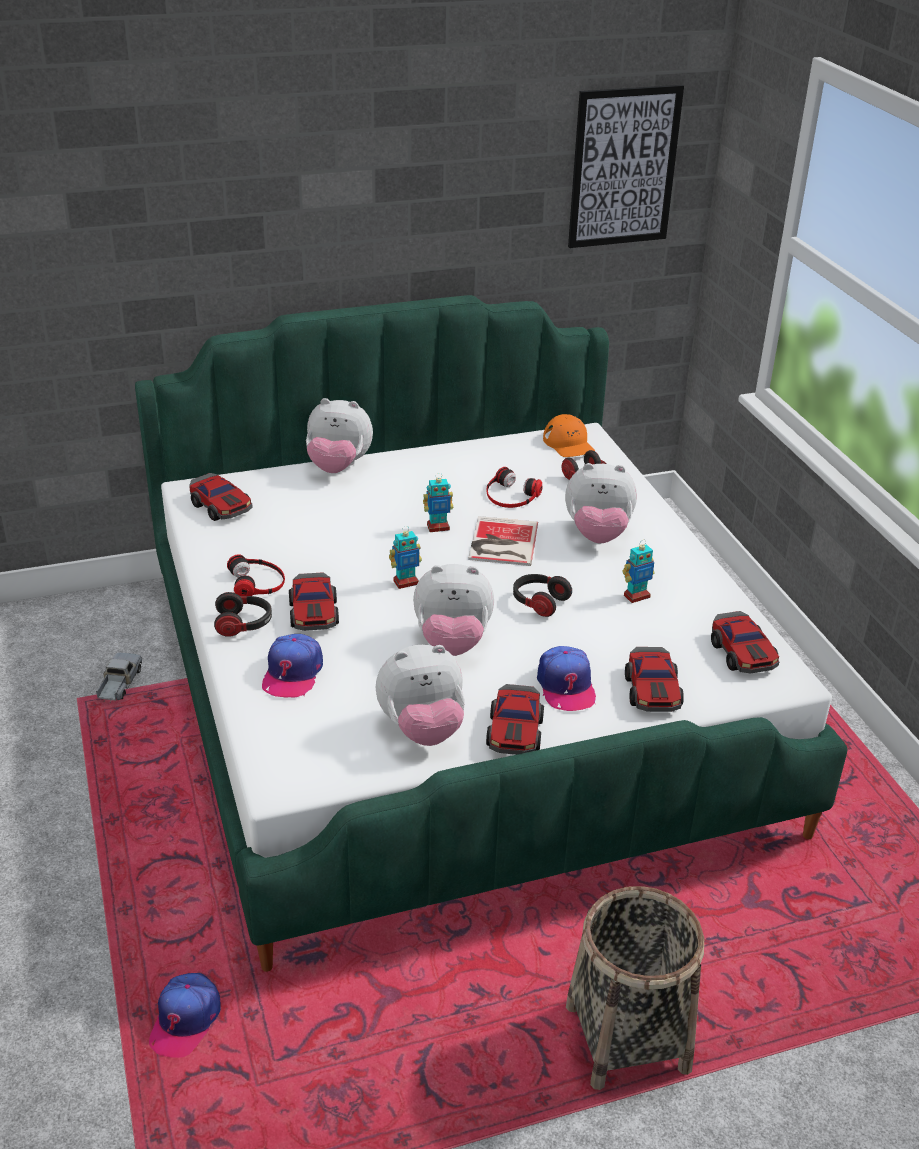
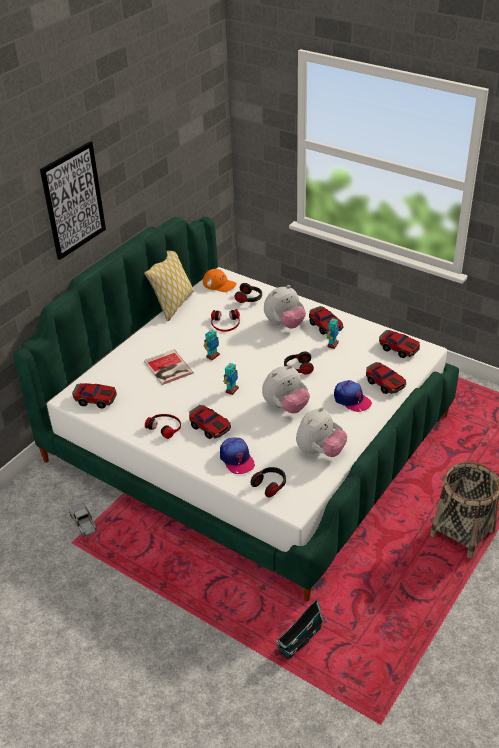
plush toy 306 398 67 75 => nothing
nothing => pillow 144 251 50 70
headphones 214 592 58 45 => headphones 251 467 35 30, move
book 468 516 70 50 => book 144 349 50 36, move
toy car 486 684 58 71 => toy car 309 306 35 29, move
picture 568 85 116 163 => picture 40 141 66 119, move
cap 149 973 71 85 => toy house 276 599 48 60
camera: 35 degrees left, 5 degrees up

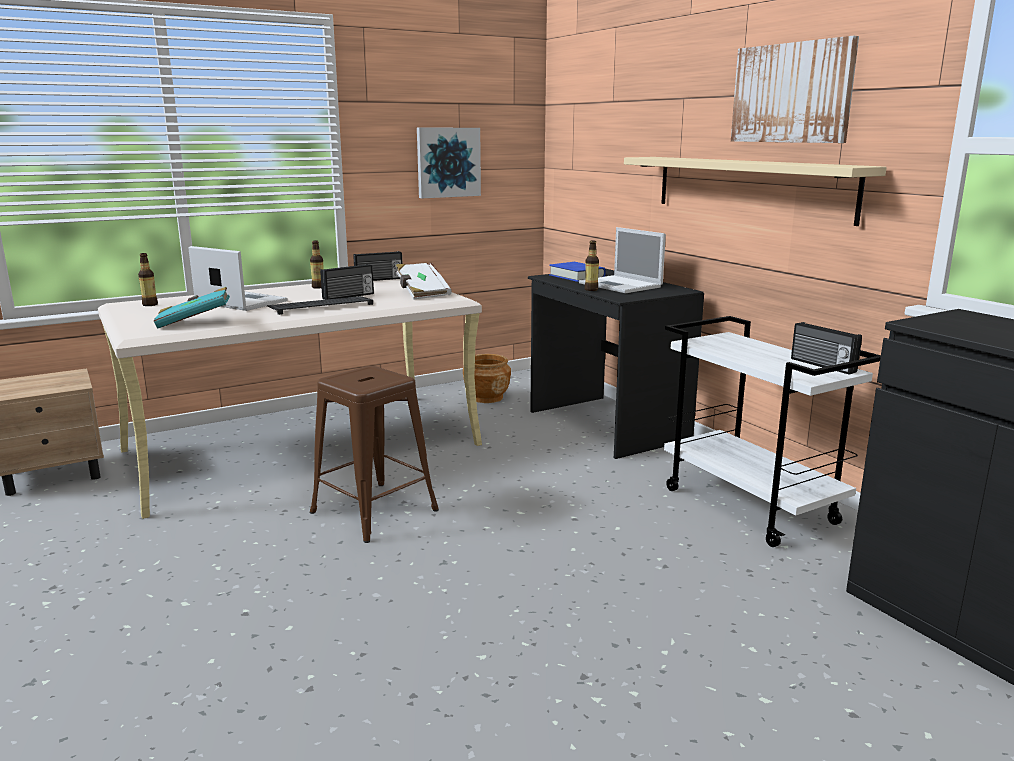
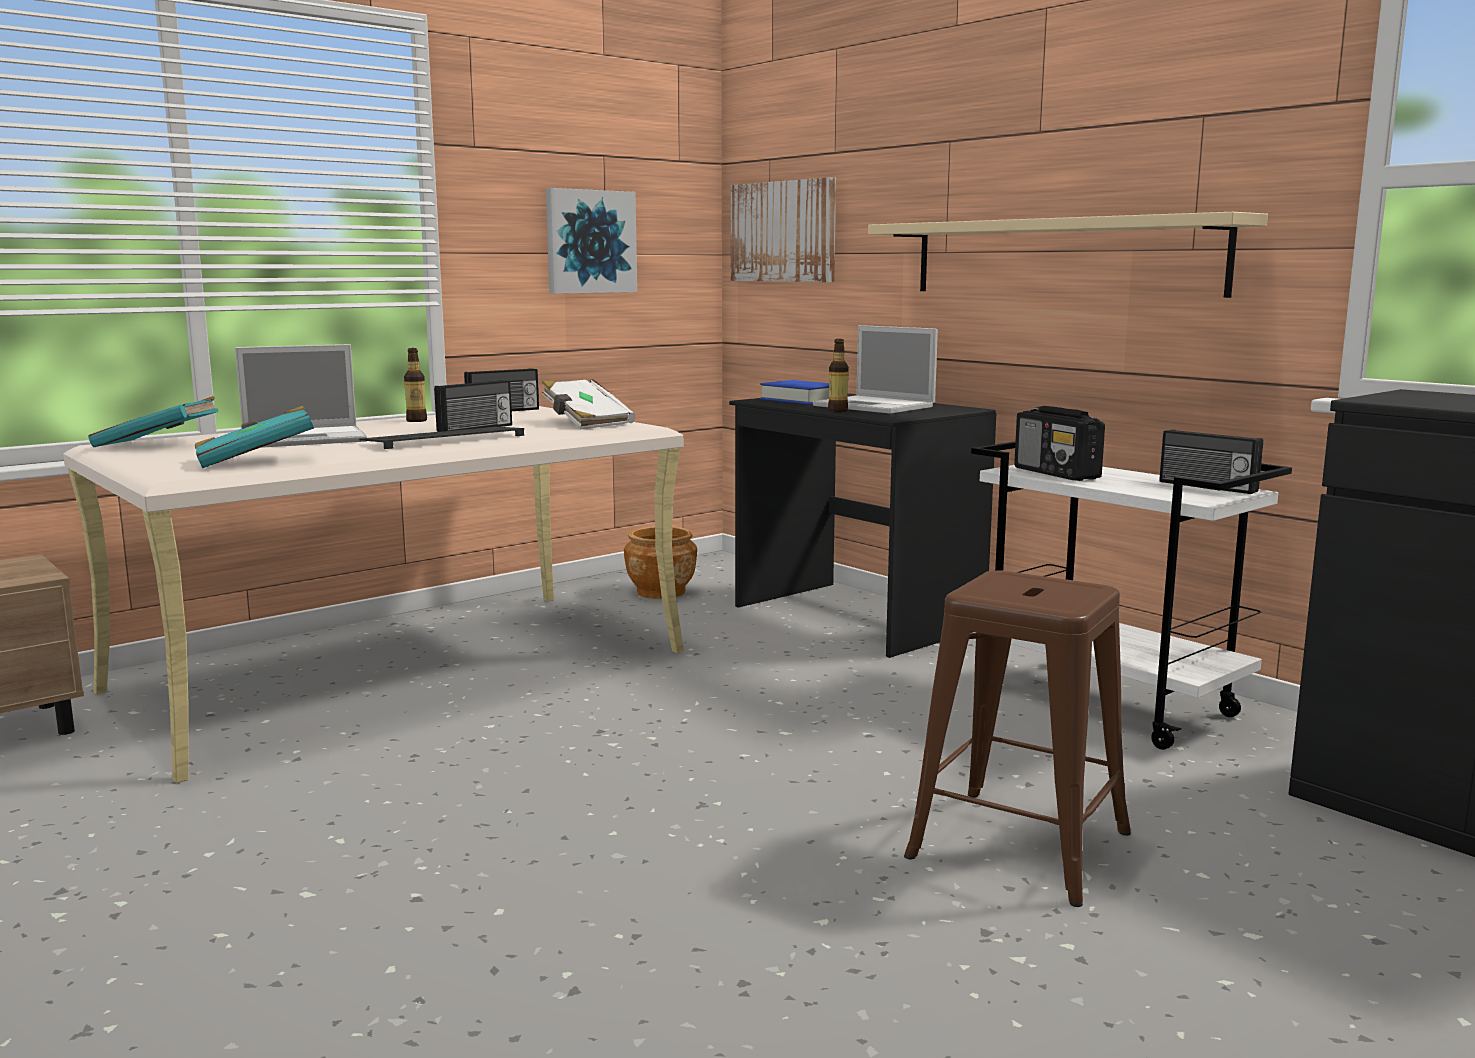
nothing => radio 1014 406 91 75
brown stool 310 366 129 177 => brown stool 904 570 227 337, move
picture 731 36 128 107 => picture 731 177 105 105, move
bottle 138 253 20 53 => turquoise book 88 396 131 51
laptop 188 246 100 65 => laptop 235 344 132 104, 135 degrees clockwise
camera: 10 degrees left, 5 degrees down

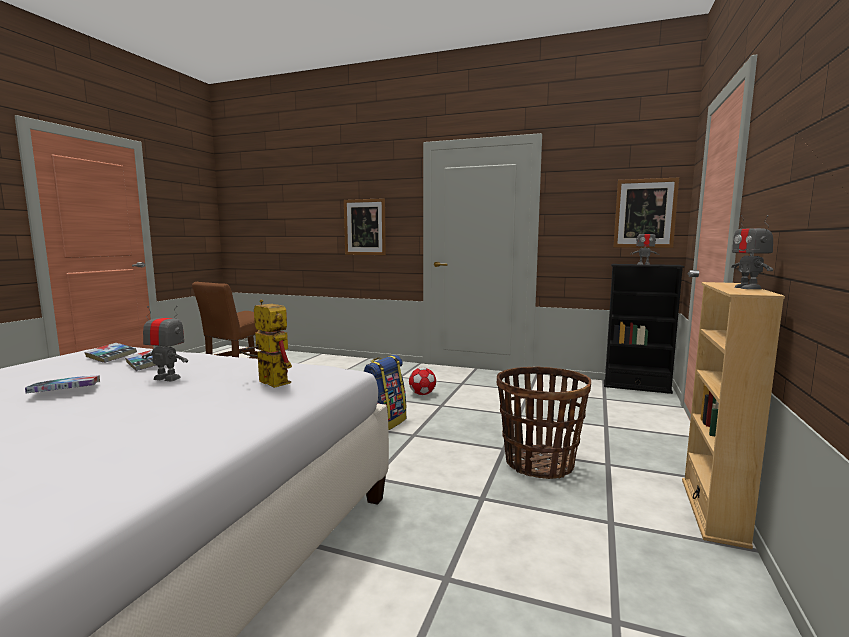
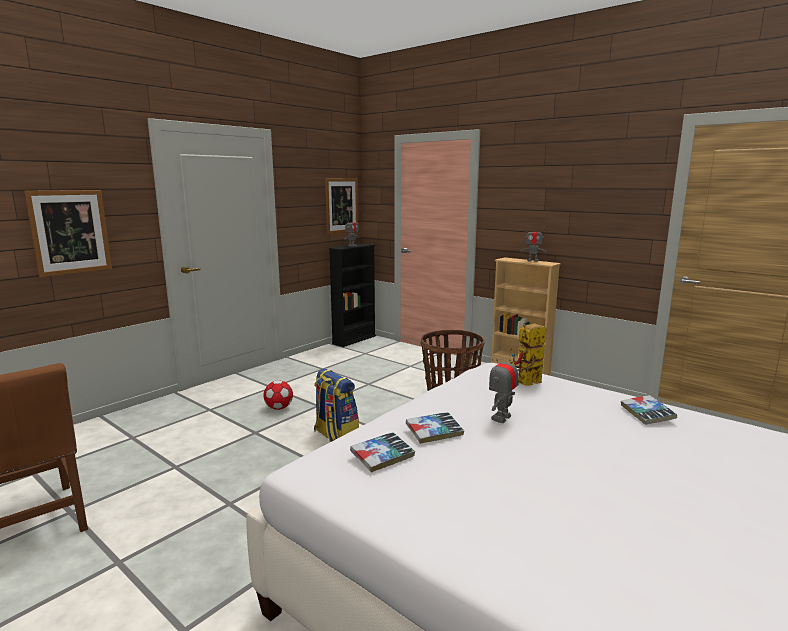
book 25 375 75 18 => book 621 395 56 30, move
camera: 70 degrees left, 5 degrees up

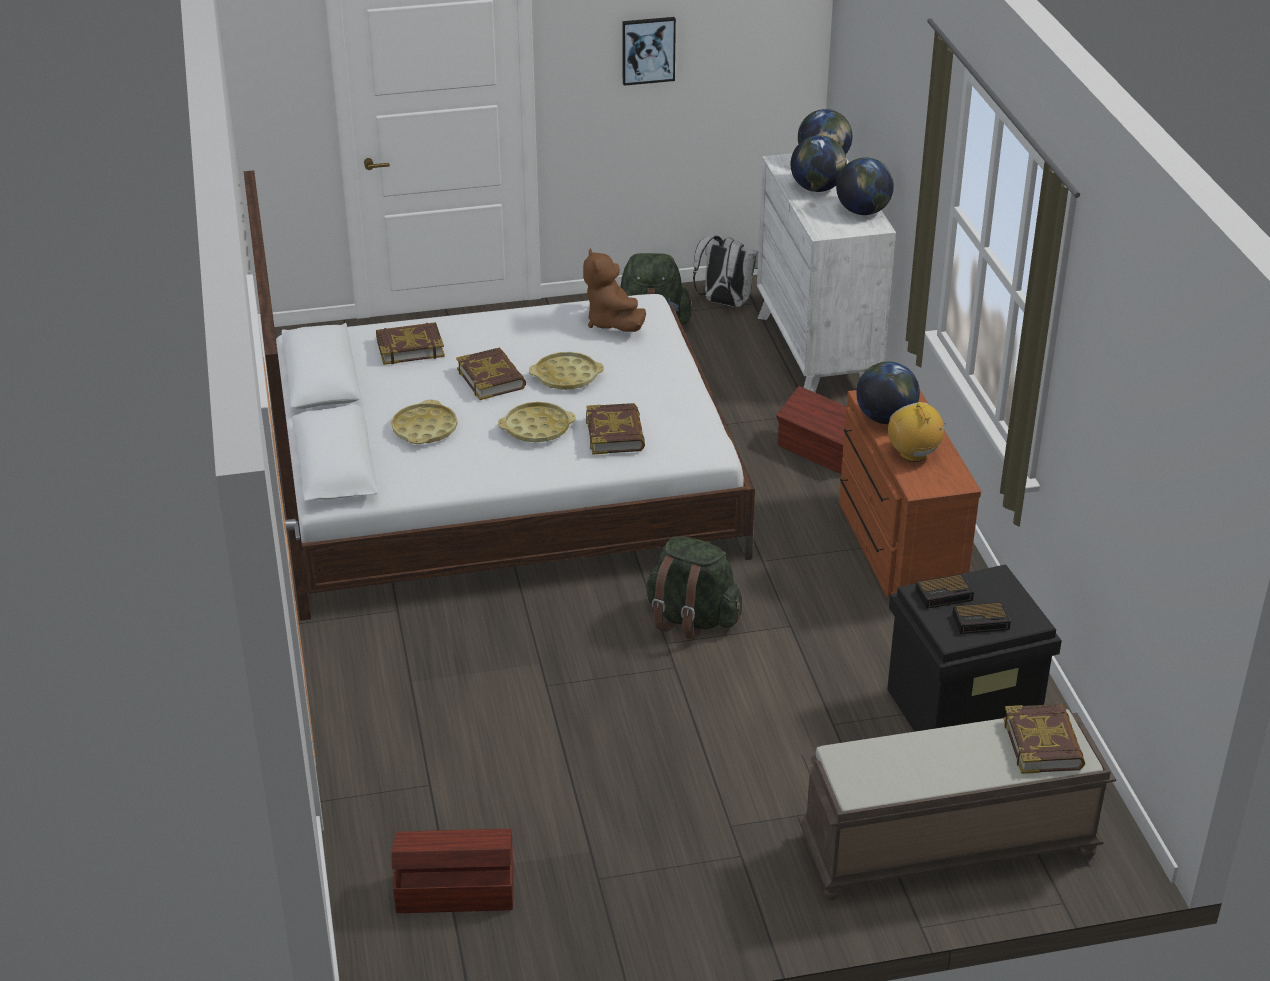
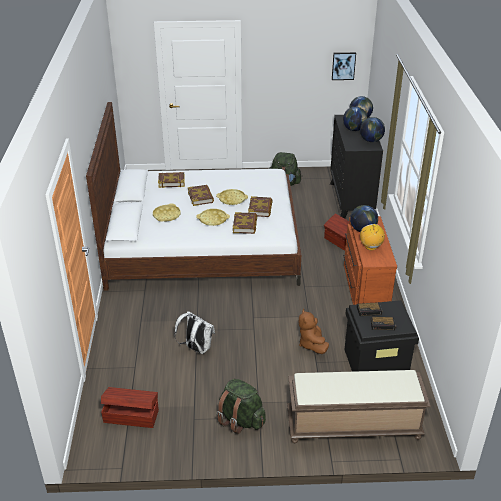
brown plush toy 583 248 63 84 => brown plush toy 299 309 30 45, move
picture 622 17 54 69 => picture 332 52 24 28, move
green backpack 646 537 96 103 => green backpack 217 379 49 55, move
white backpack 693 235 65 72 => white backpack 174 311 41 43, move
book 1004 704 81 70 => book 248 196 24 21, move
white dresser 757 153 139 239 => black dresser 330 115 53 104
camera: 10 degrees right, 0 degrees up

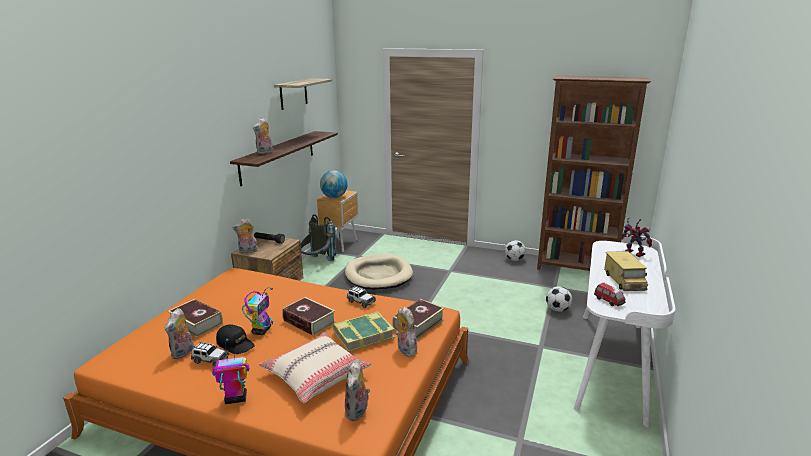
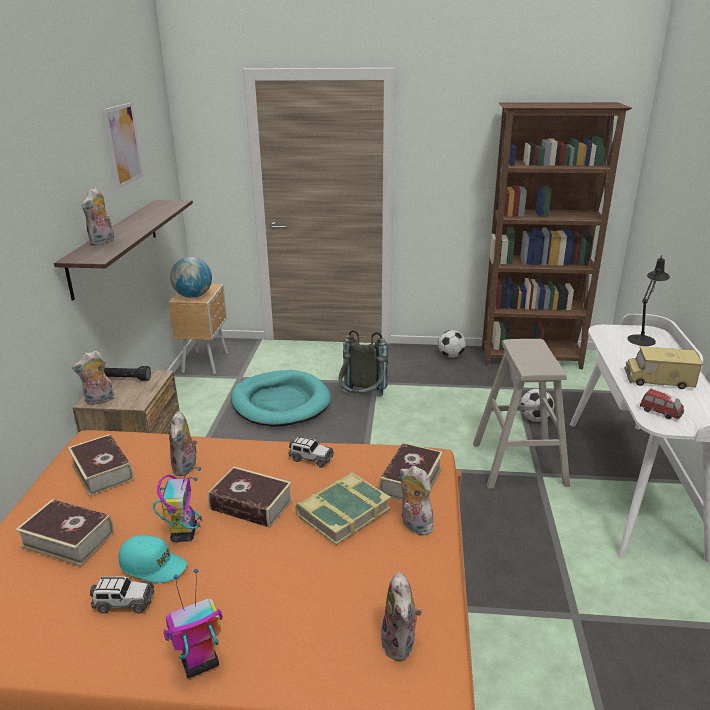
beige pillow 259 332 112 71 => nothing
nothing => book 68 434 66 62
nothing => beige stool 473 339 97 150
plush toy 165 308 29 51 => plush toy 169 411 29 65, move
grey backpack 301 214 36 47 => grey backpack 339 330 49 67, move
shelf 274 78 58 32 => picture 104 103 39 85
toy robot 621 217 31 40 => black table lamp 627 255 43 91
black cap 216 324 39 30 => turquoise cap 119 535 68 48
beige dog bed 345 254 68 36 => turquoise dog bed 231 370 100 57
toy truck 604 251 44 40 => toy truck 624 346 79 43, 120 degrees clockwise
camera: 15 degrees left, 5 degrees up

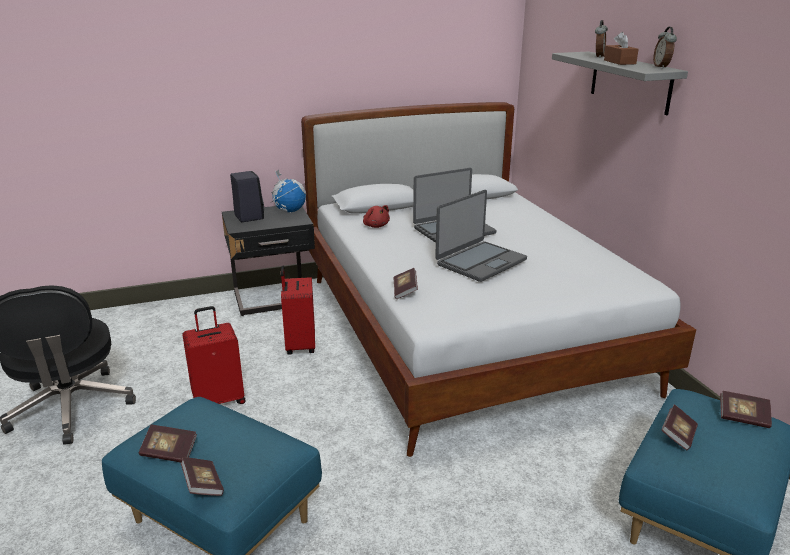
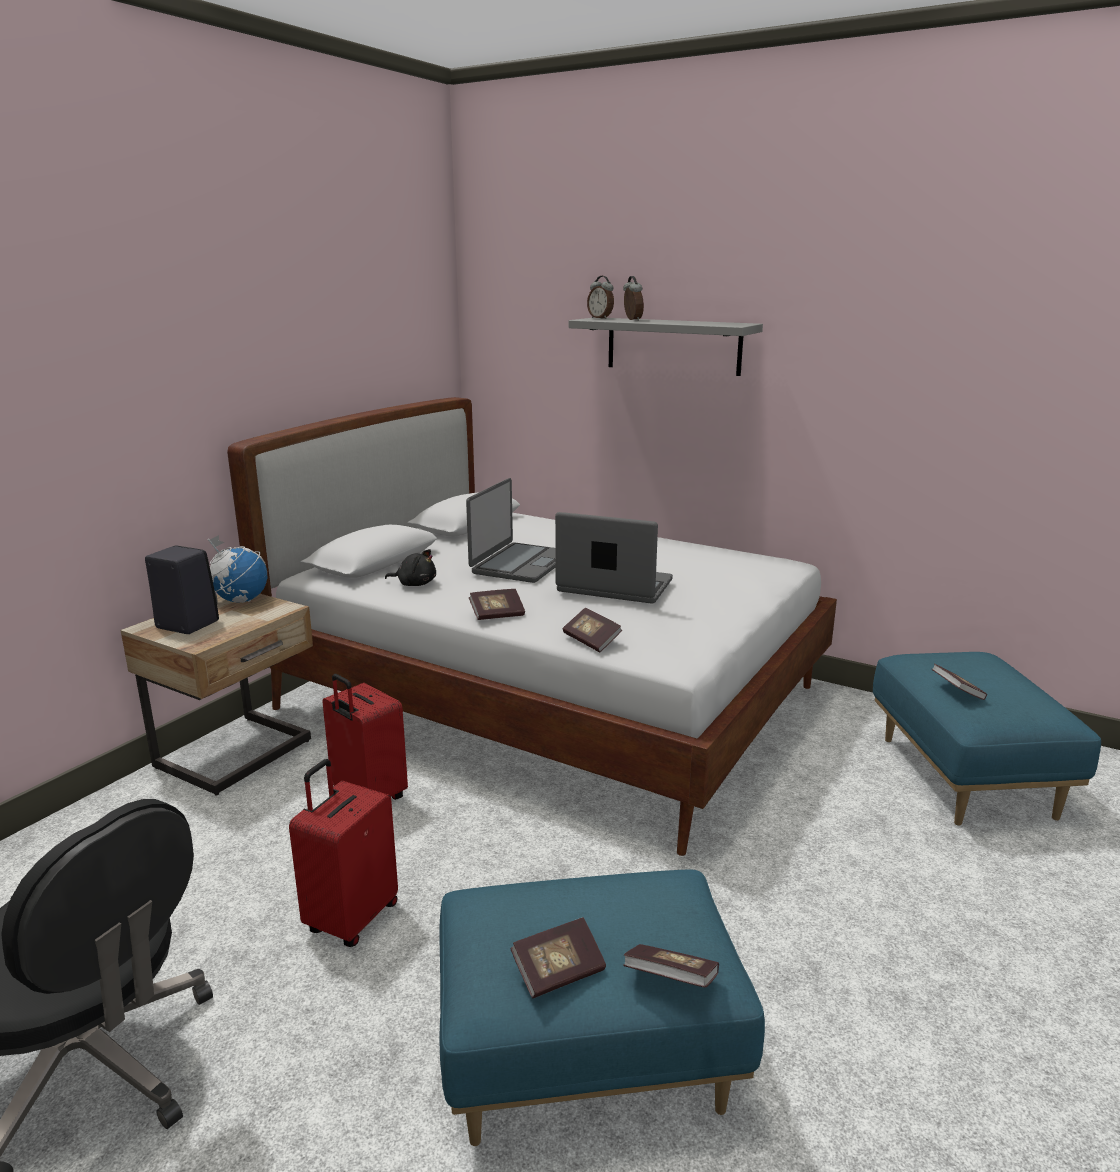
brown tissue box 604 32 35 33 => nothing
alarm clock 653 27 24 42 => alarm clock 587 276 27 43, move
book 720 391 52 37 => book 469 589 56 31, move
black nightstand 222 206 93 110 => beige nightstand 120 594 193 201
red plush toy 363 205 27 23 => black plush toy 385 549 51 37
laptop 435 190 92 92 => laptop 555 512 118 92, 75 degrees counterclockwise
camera: 40 degrees left, 5 degrees down

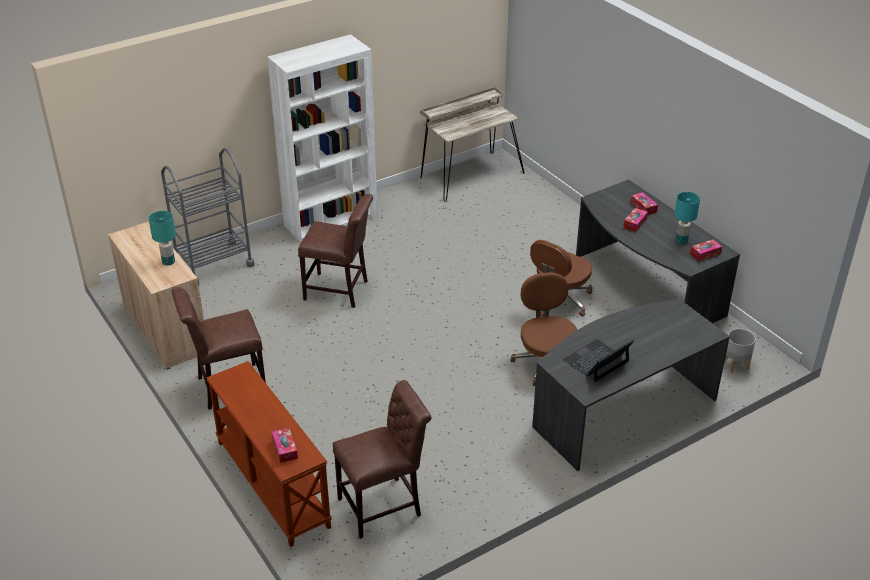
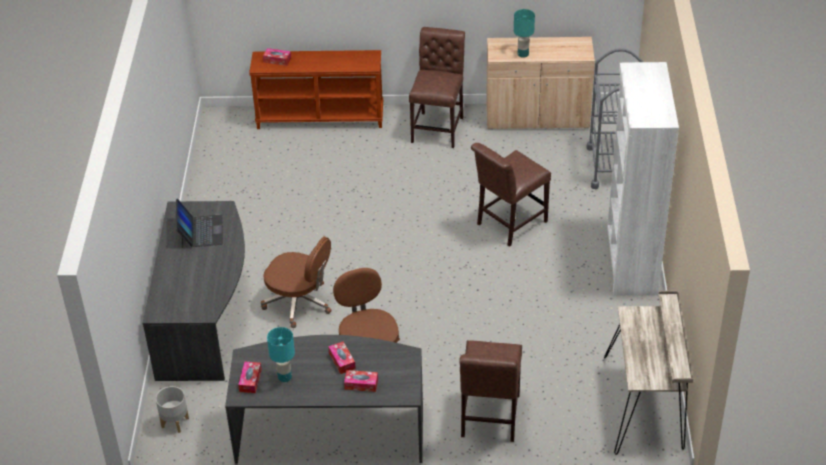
brown chair 333 380 98 159 => brown chair 459 340 63 102, move
camera: 125 degrees right, 5 degrees up

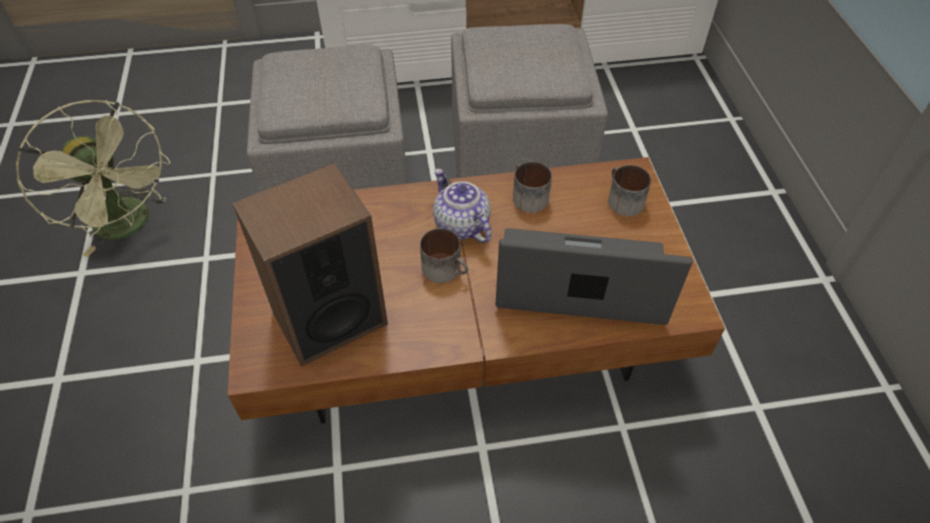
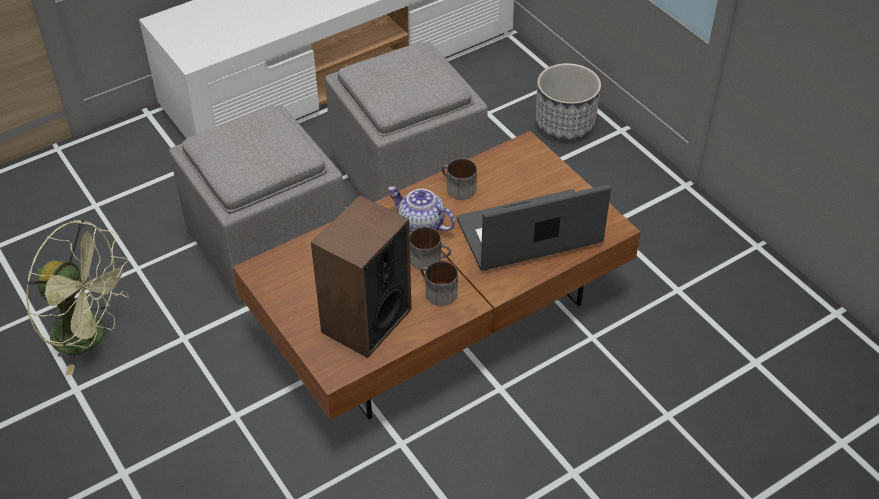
nothing => planter 536 63 65 77
mug 608 165 43 51 => mug 421 261 37 45, move
camera: 25 degrees left, 5 degrees down

